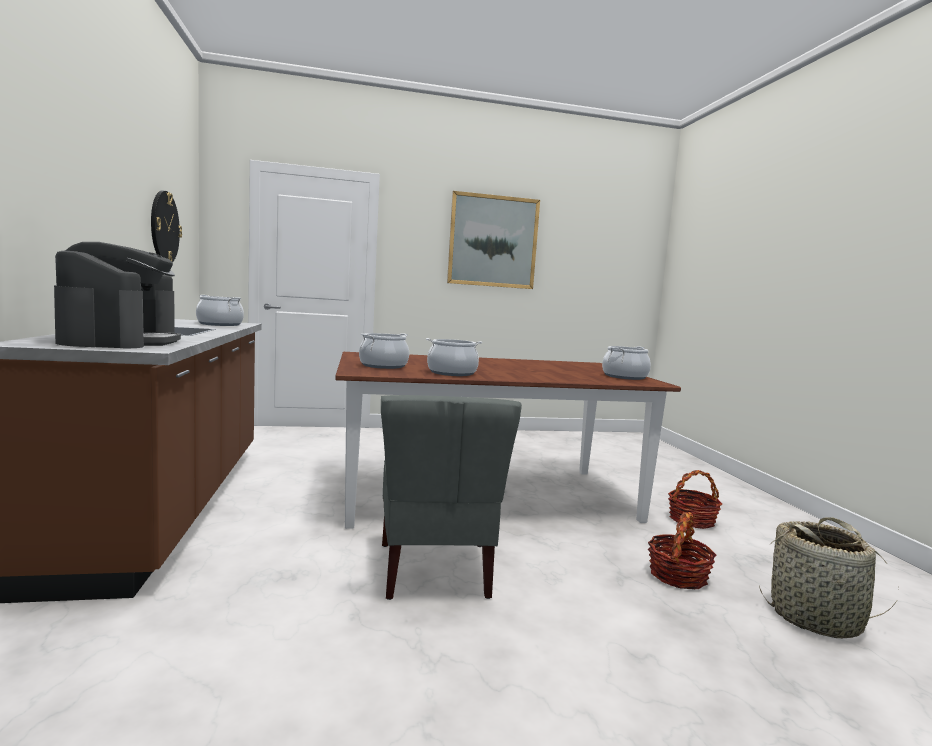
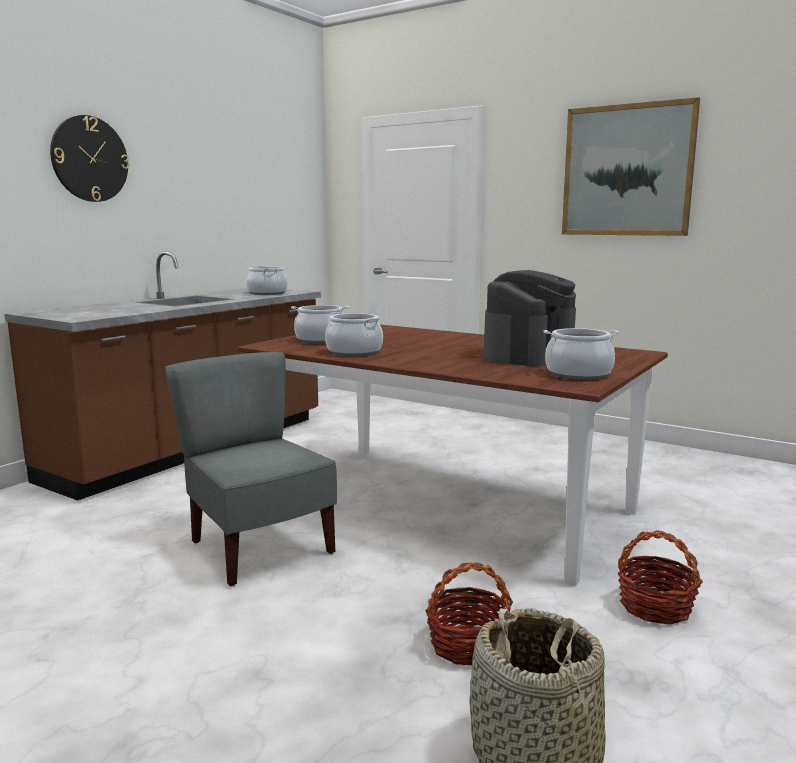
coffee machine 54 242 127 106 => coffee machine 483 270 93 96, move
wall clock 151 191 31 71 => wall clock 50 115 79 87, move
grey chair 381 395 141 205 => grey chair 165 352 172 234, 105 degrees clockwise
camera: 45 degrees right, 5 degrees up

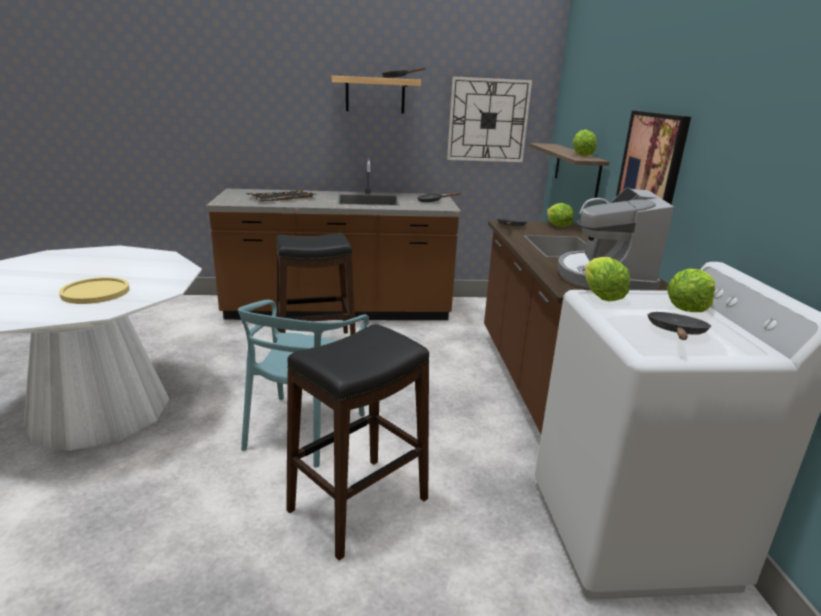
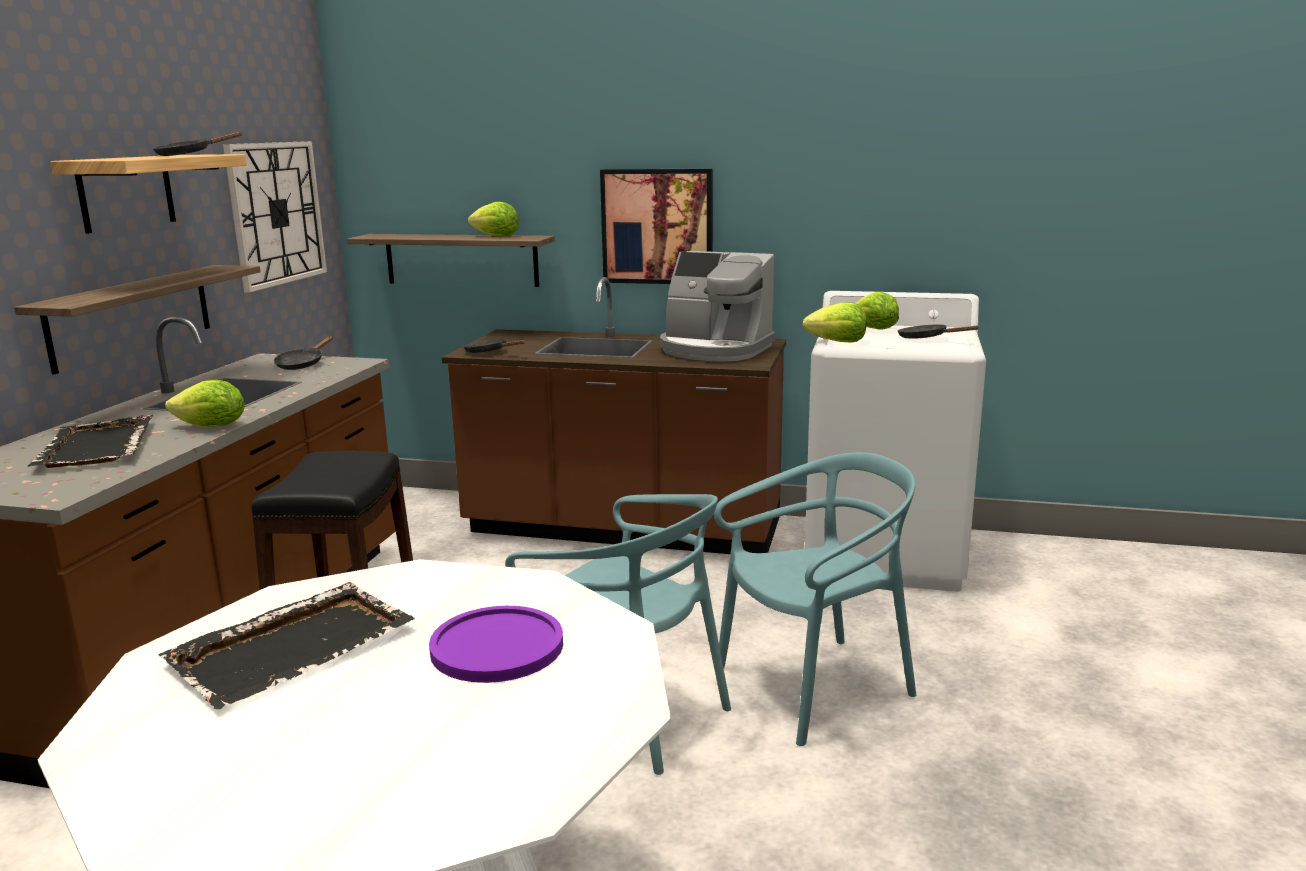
nothing => shelf 14 265 247 110
nothing => black tray 159 582 256 127
lettuce 547 203 27 24 => lettuce 165 380 80 47, move
black stool 286 324 143 236 => turquoise chair 714 452 202 294
yellow plate 59 277 70 27 => purple plate 429 606 134 77
camera: 70 degrees left, 5 degrees down

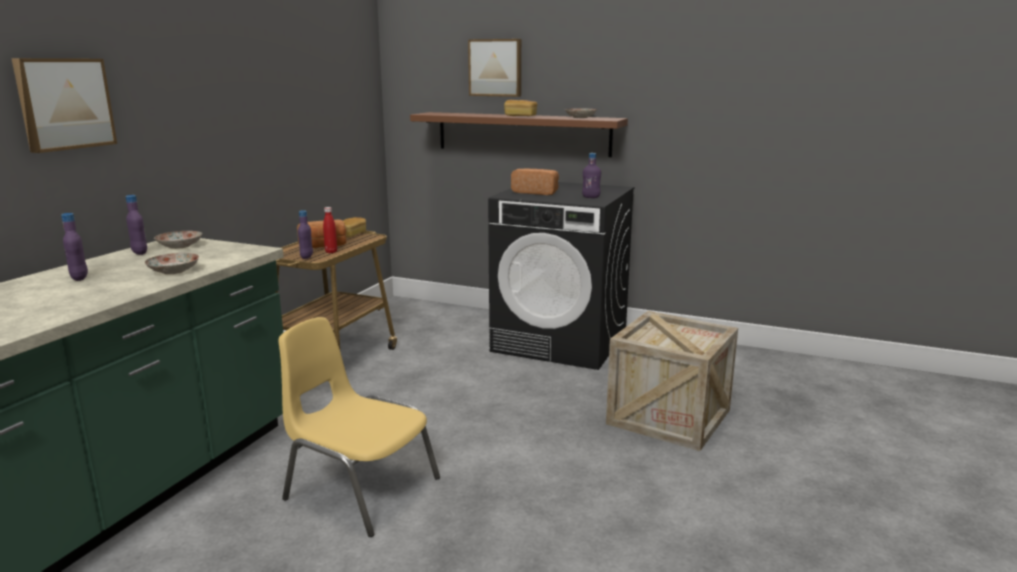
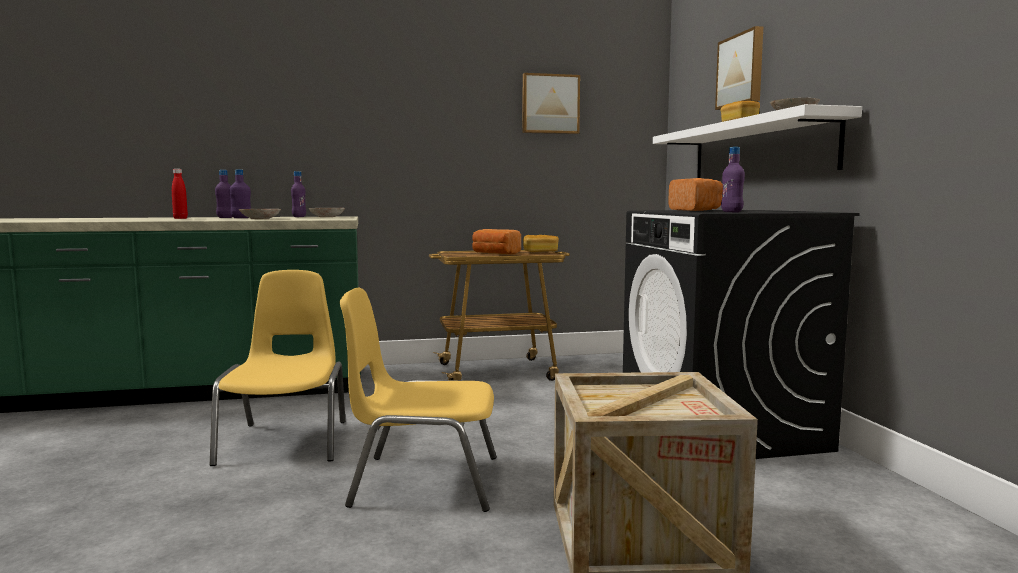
nothing => yellow chair 340 288 157 224
picture 11 58 106 95 => picture 523 73 57 61, move
purple bottle 298 210 15 49 => purple bottle 229 169 22 49, move
red bottle 323 207 14 46 => red bottle 172 169 16 50, move
brown shelf 410 112 218 45 => white shelf 653 104 209 74
camera: 55 degrees right, 10 degrees down

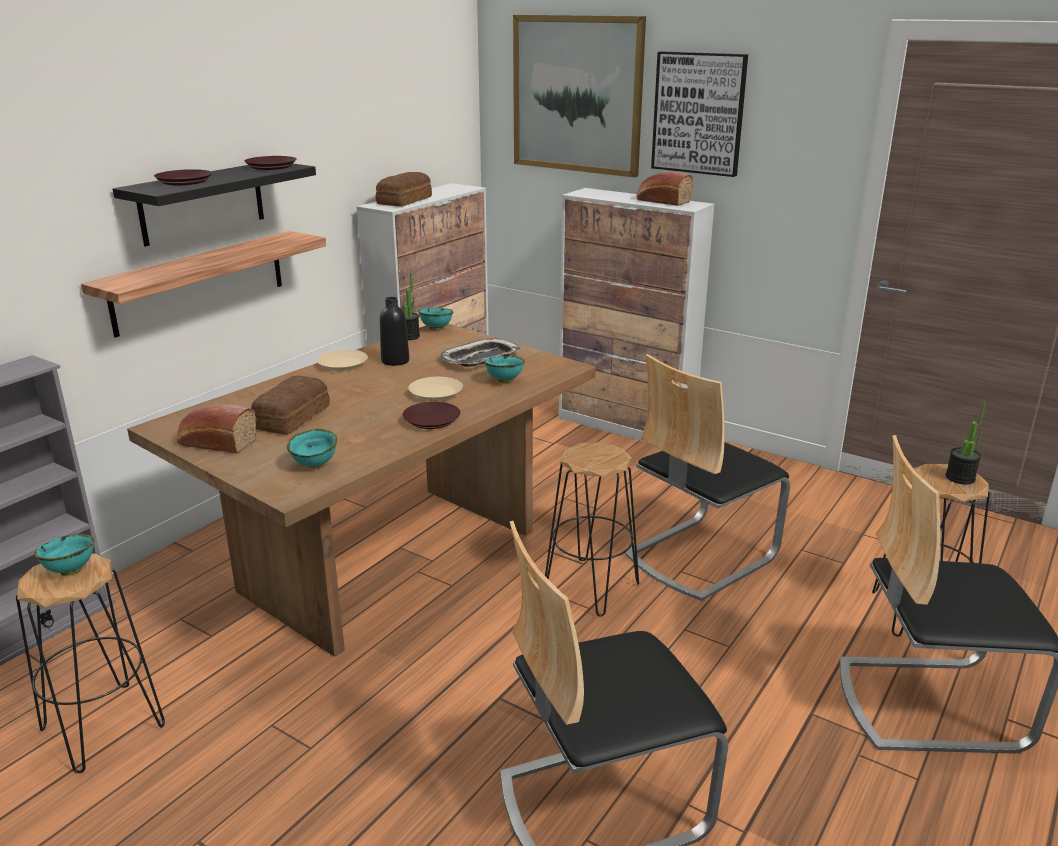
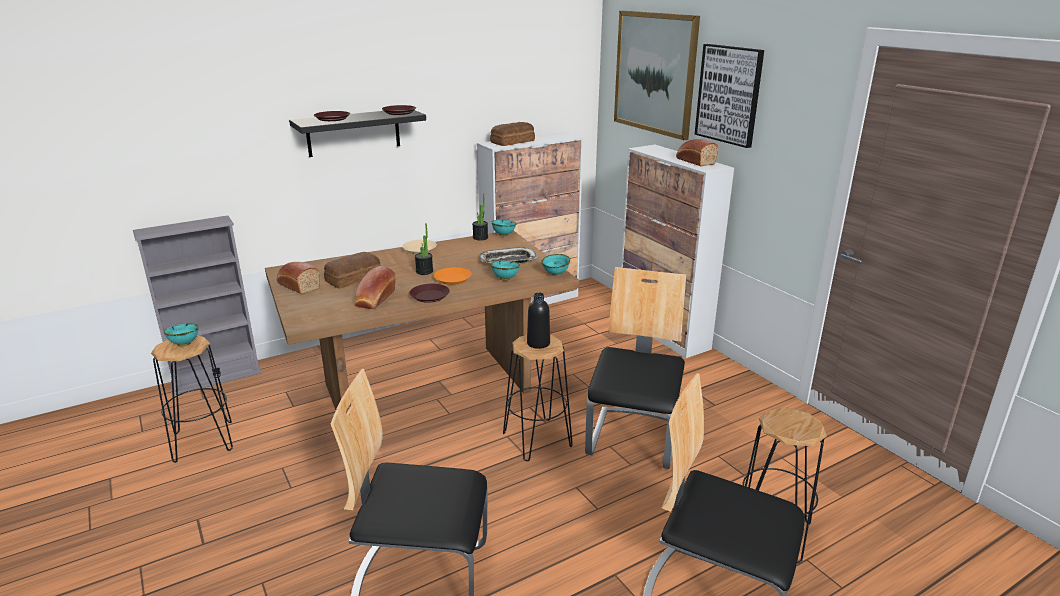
shelf 81 231 245 107 => nothing
nothing => bread 354 266 42 43
turquoise bowl 287 429 50 39 => turquoise bowl 541 254 29 22, move
black bottle 380 297 29 69 => black bottle 527 292 23 57, move
potted plant 945 402 40 83 => potted plant 415 223 18 52, move
beige plate 408 377 55 24 => orange plate 434 267 38 18
chair 624 354 166 247 => chair 585 267 101 202, 120 degrees clockwise
camera: 25 degrees right, 0 degrees up

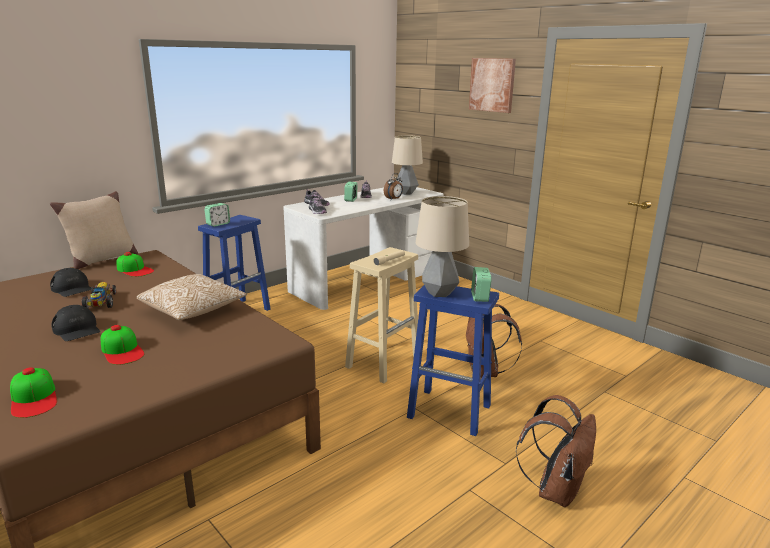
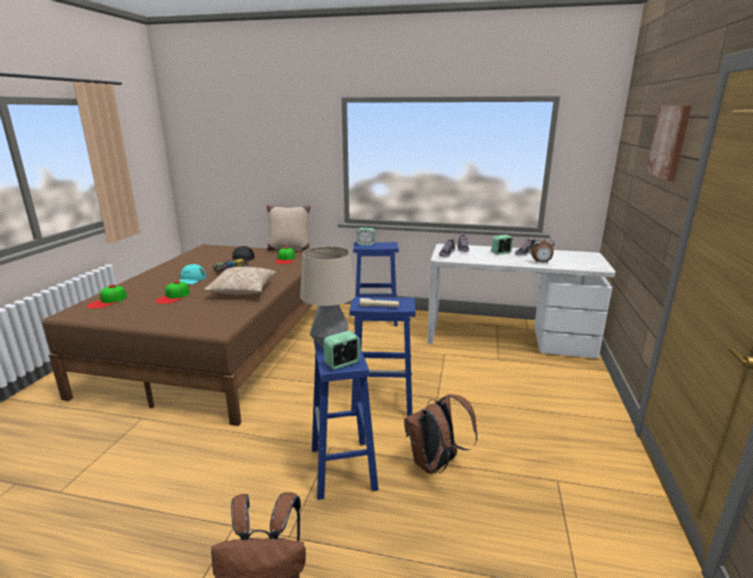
table lamp 392 135 31 60 => nothing
black cap 51 305 49 36 => turquoise cap 179 264 27 20
beige stool 345 247 73 137 => blue stool 349 297 66 119
camera: 55 degrees right, 0 degrees up

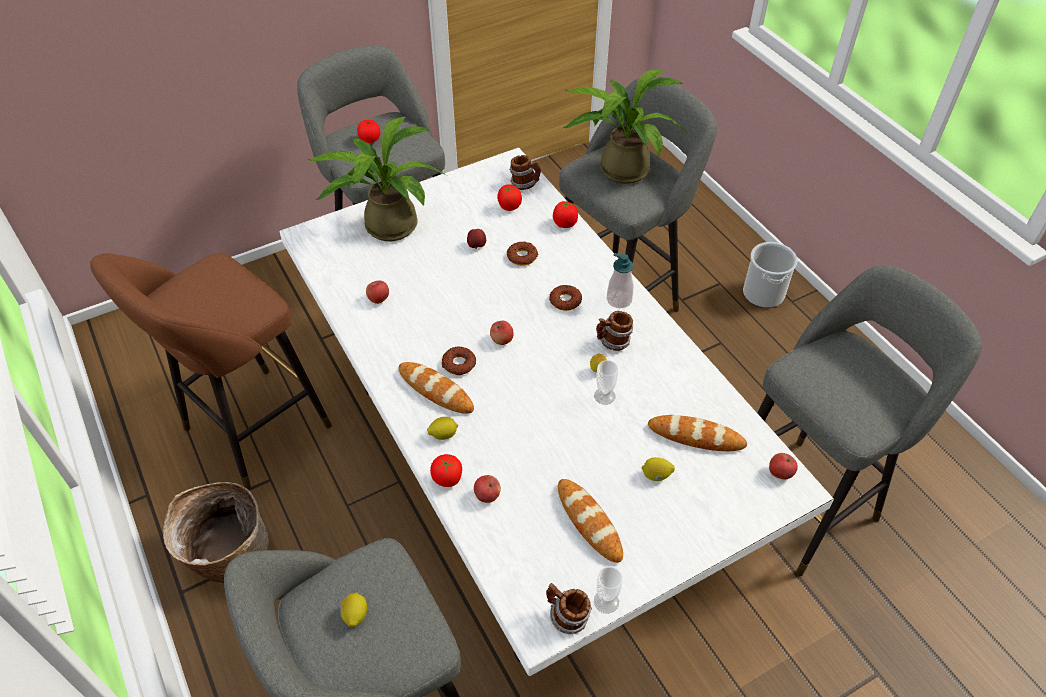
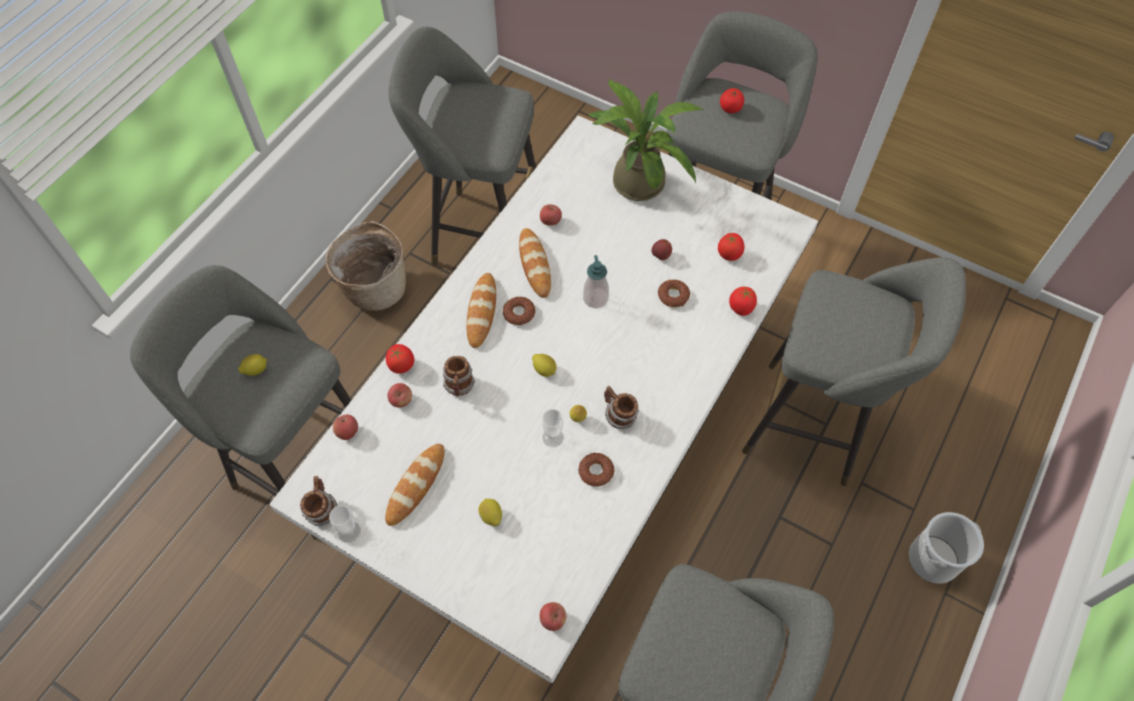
potted plant 563 69 122 115 => nothing
lemon 427 417 31 23 => lemon 532 354 25 23, move
apple 490 321 24 24 => apple 333 414 25 26, move
mug 509 155 32 35 => mug 443 356 32 40, move
donut 549 285 33 26 => donut 579 453 35 34, move
soap dispenser 607 253 27 55 => soap dispenser 583 255 26 53, move
bread 648 415 99 36 => bread 519 228 32 70, move
brown stool 90 253 242 237 => grey stool 389 27 147 239
camera: 60 degrees right, 10 degrees up

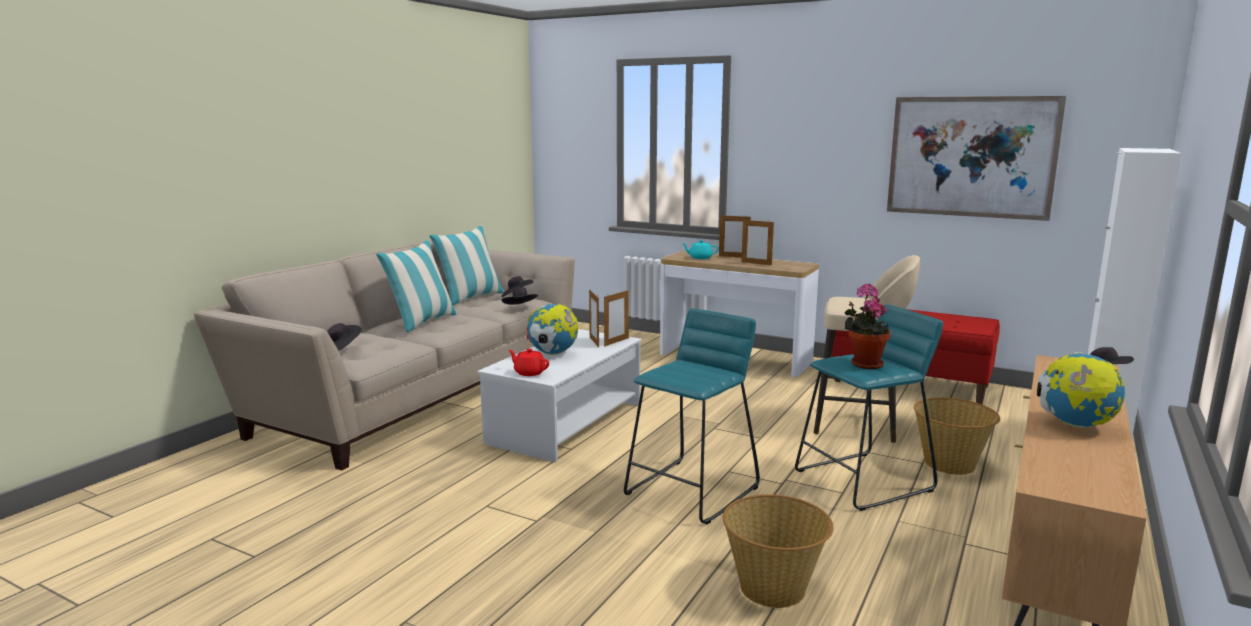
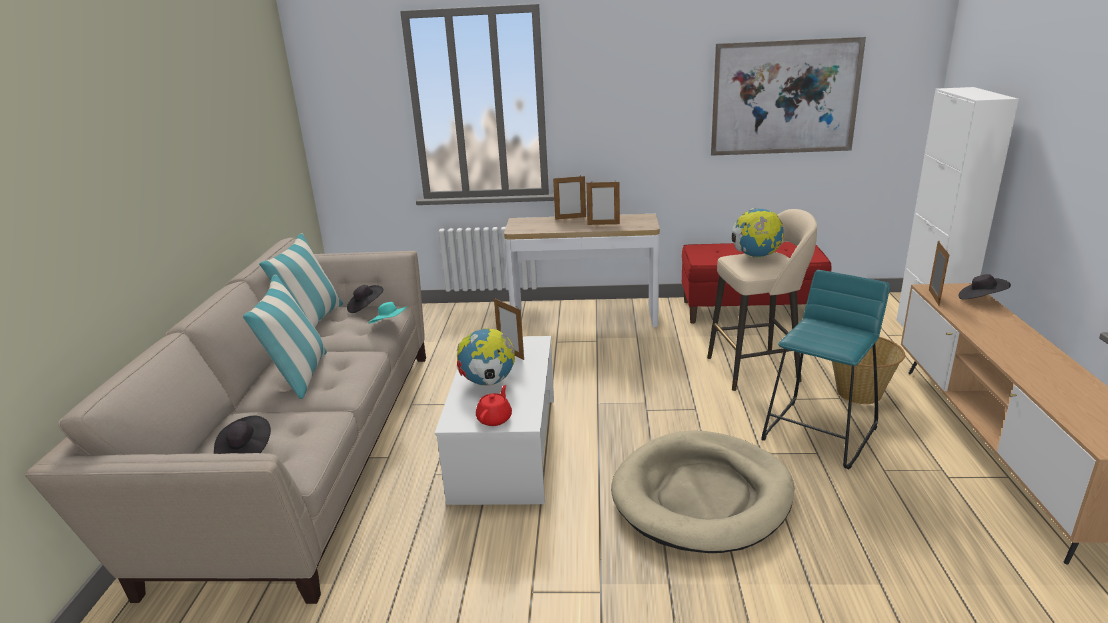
turquoise teapot 681 240 38 19 => nothing
basket 723 494 111 114 => nothing
potted plant 845 284 46 85 => nothing
picture frame 604 289 25 57 => picture frame 929 241 21 65, move
globe 1037 352 88 76 => globe 732 208 52 50, move
turquoise stool 624 308 136 217 => beige dog bed 611 431 183 122
black hat 502 287 36 18 => turquoise hat 368 302 39 22
red teapot 508 349 41 27 => red teapot 476 385 36 41, 105 degrees clockwise
camera: 25 degrees left, 10 degrees up

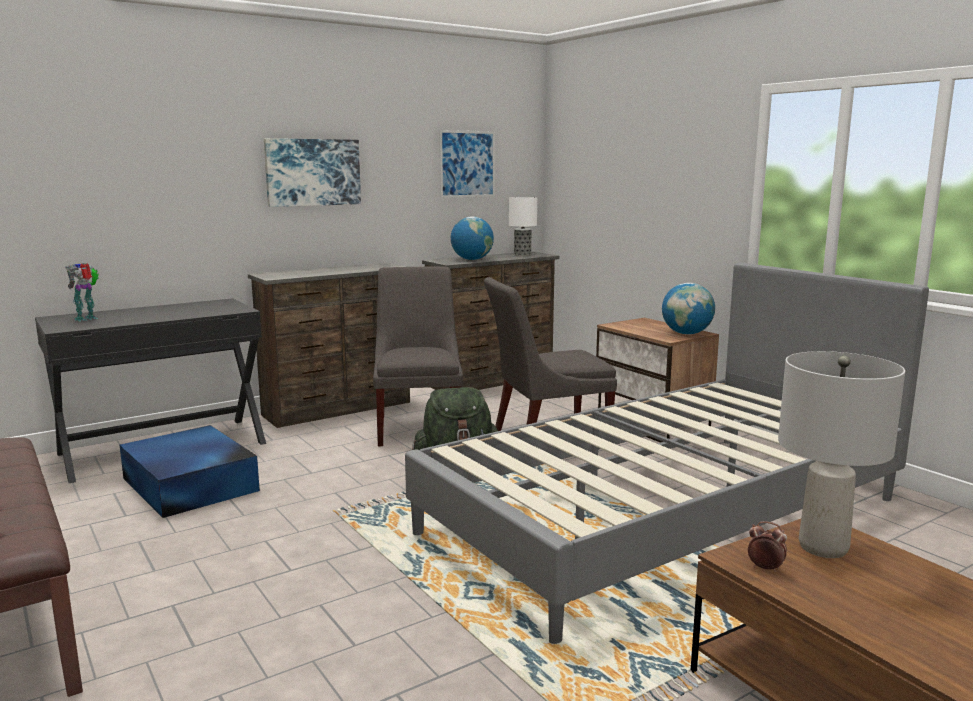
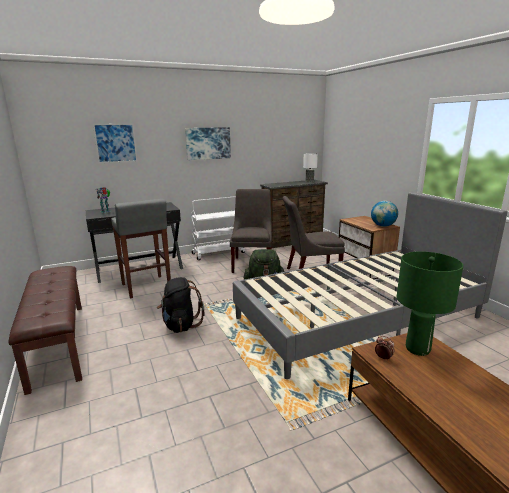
globe 451 217 43 43 => nothing
nothing => black backpack 157 277 47 56
picture 439 130 56 68 => picture 93 123 45 40, move
blue storage box 120 425 140 93 => grey stool 111 199 60 99
brown dresser 248 263 162 165 => white cart 191 196 55 64
grey table lamp 778 351 127 207 => green table lamp 397 251 66 105
camera: 10 degrees right, 5 degrees up

